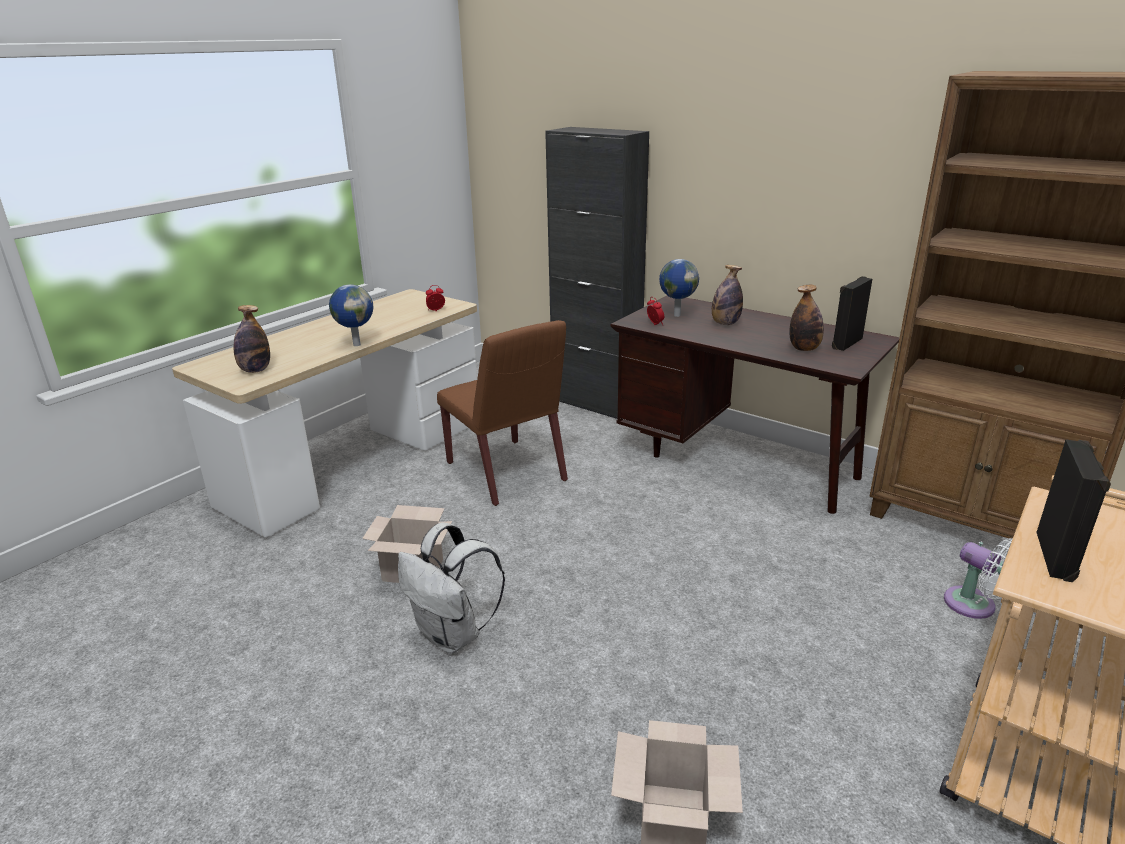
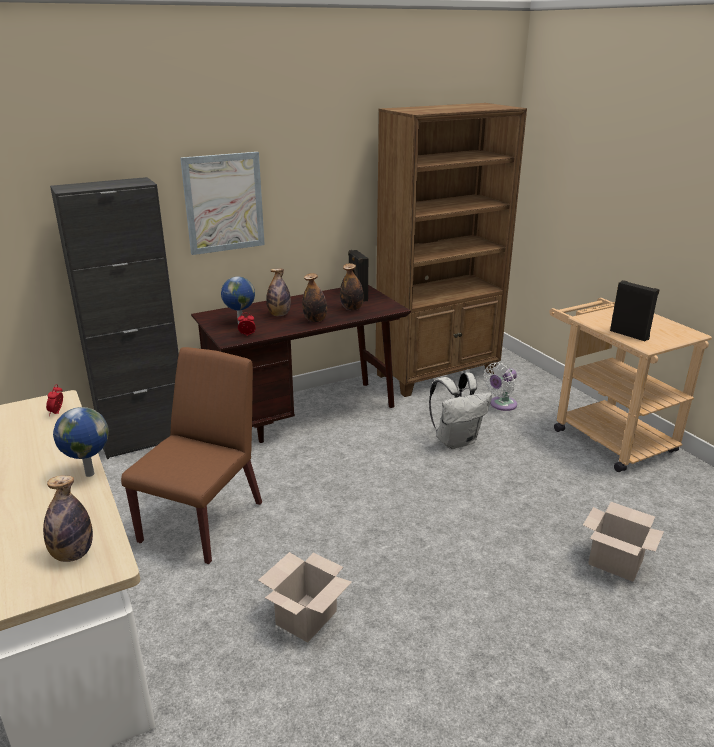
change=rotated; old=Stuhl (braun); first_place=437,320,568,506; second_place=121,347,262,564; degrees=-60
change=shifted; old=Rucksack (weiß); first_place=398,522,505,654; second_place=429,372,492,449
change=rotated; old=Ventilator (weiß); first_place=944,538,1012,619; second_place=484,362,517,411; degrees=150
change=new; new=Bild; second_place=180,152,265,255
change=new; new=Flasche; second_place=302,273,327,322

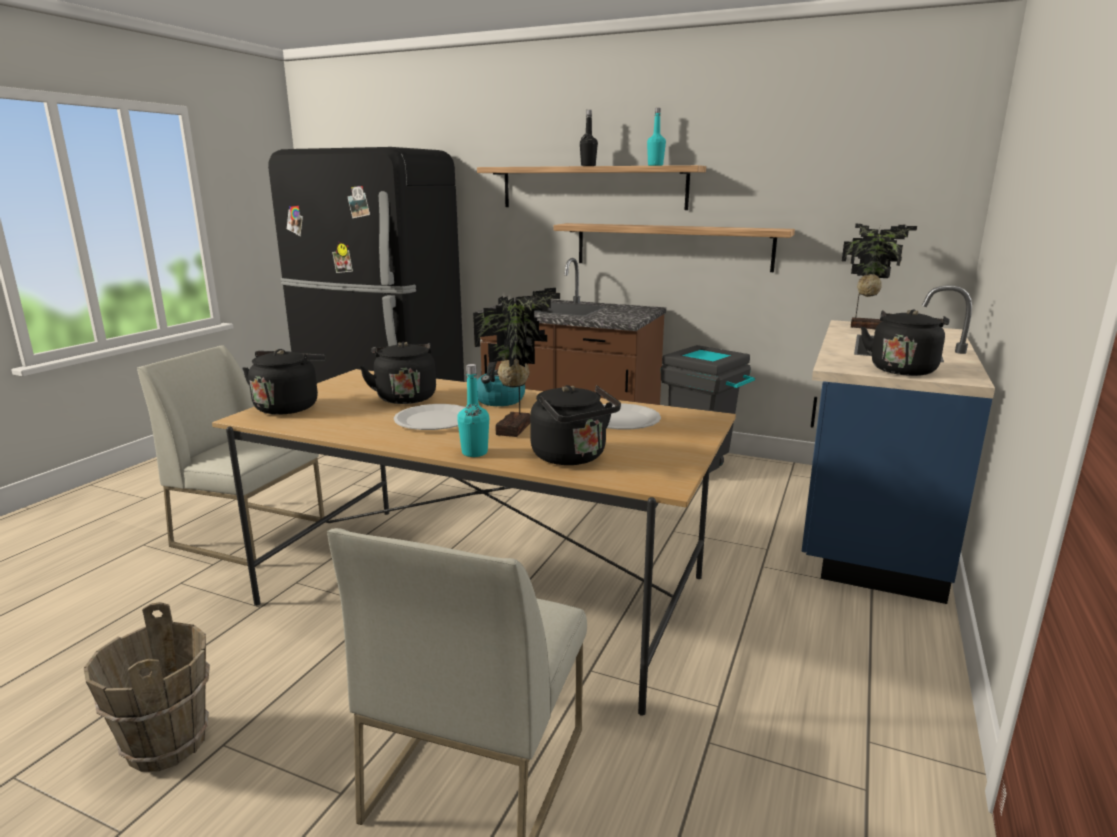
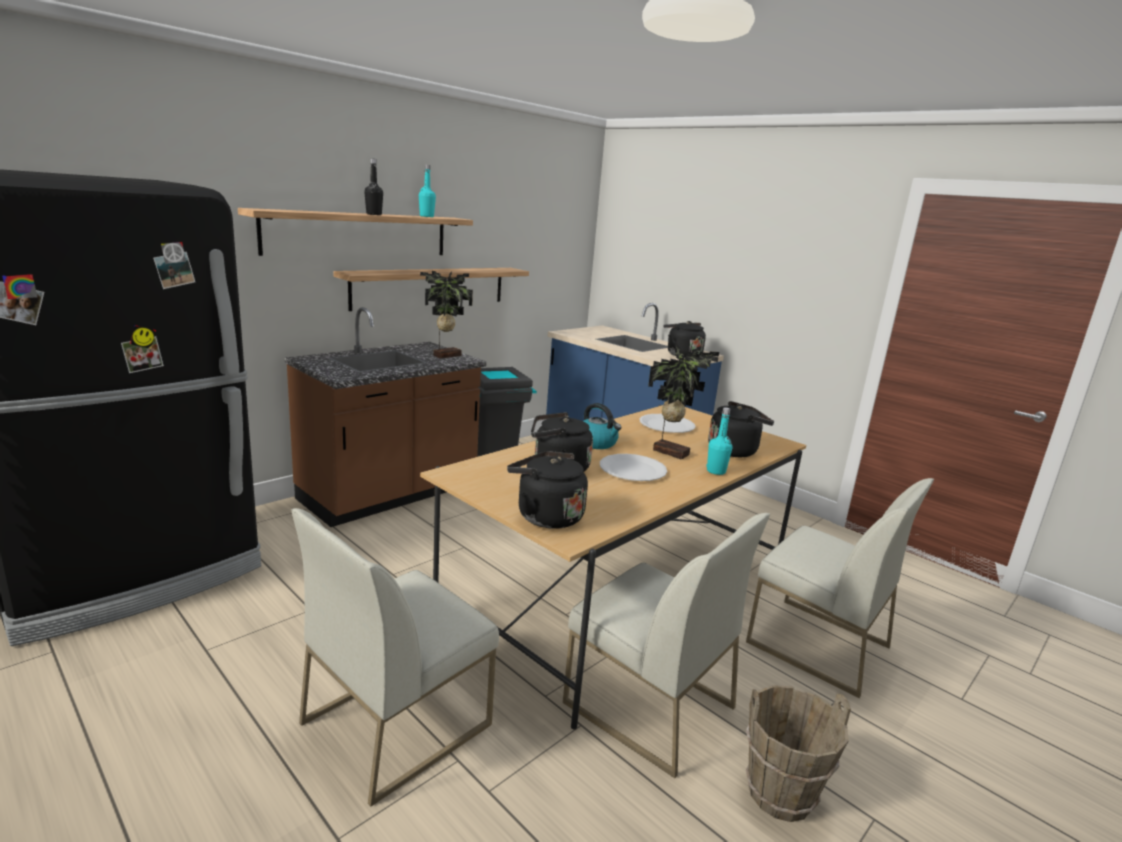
change=shifted; old=Topfpflanze; first_place=842,224,917,329; second_place=420,271,473,359
change=new; new=Stuhl (weiß); second_place=563,513,770,778

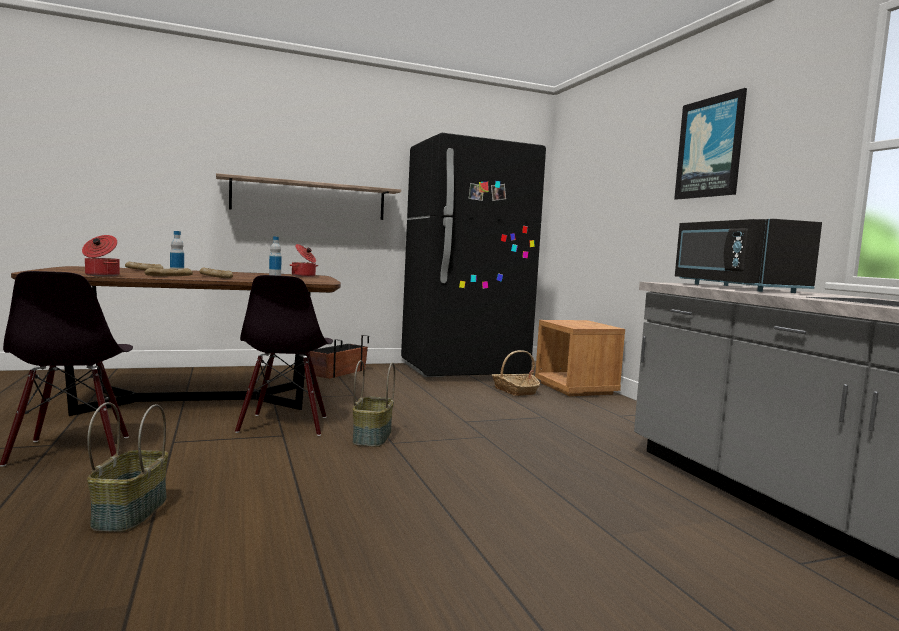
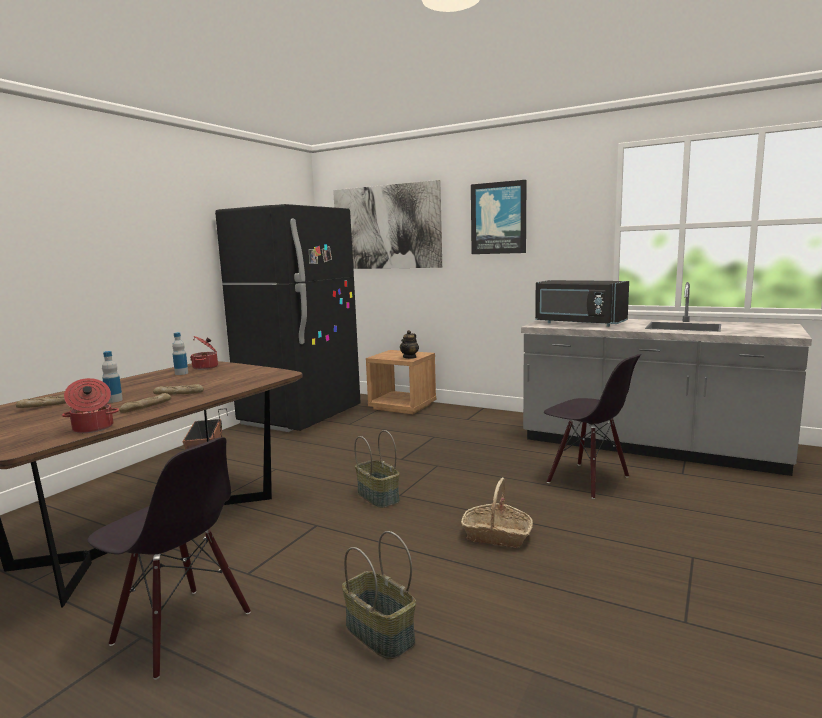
change=gone; old=Wandregal; first_place=216,173,401,220
change=shifted; old=Stuhl (schwarz); first_place=235,275,333,436; second_place=544,354,641,499
change=shifted; old=Korb; first_place=492,350,540,396; second_place=461,477,533,548
change=new; new=Bild; second_place=333,180,442,269
change=new; new=Teekanne; second_place=400,330,419,359

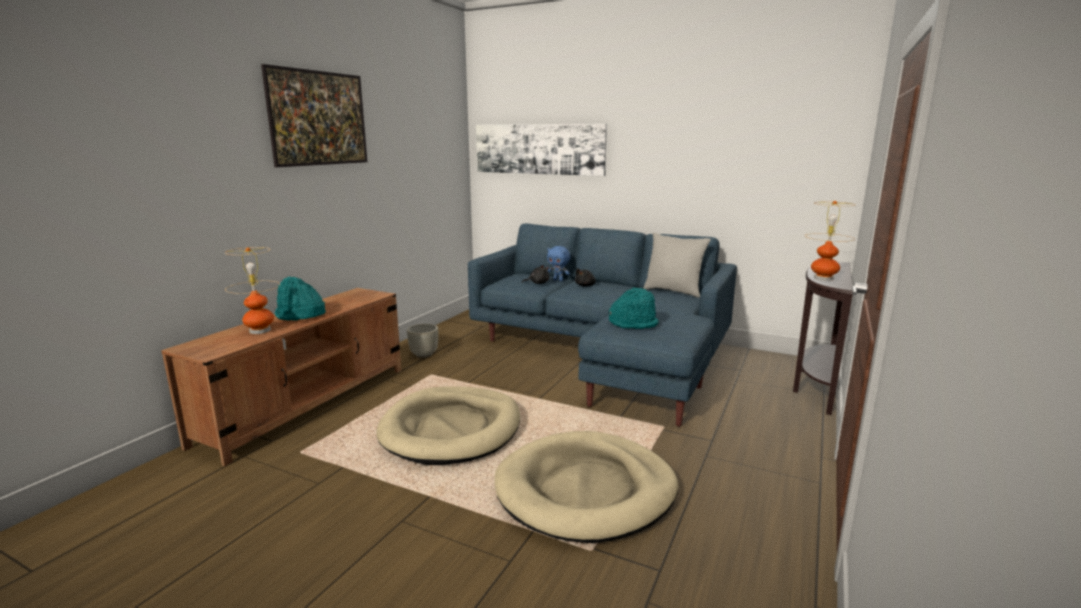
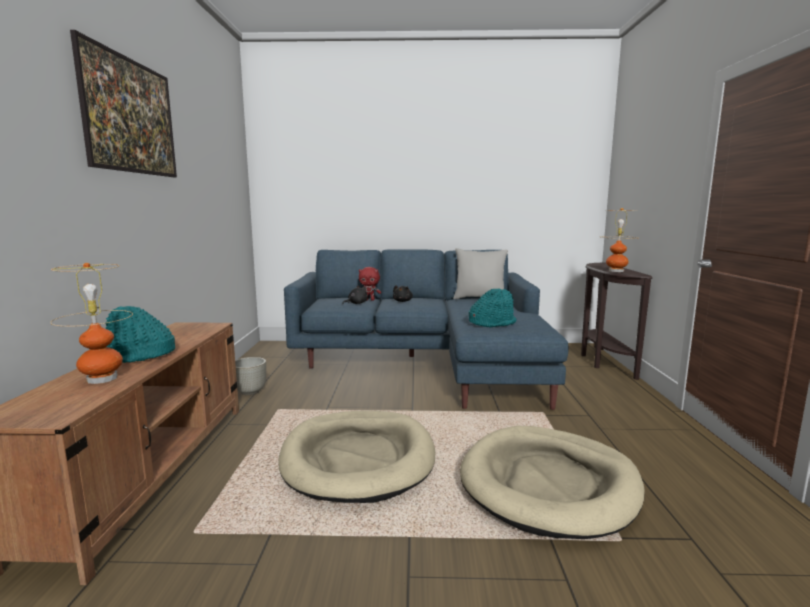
change=gone; old=Bild; first_place=476,124,607,176
change=repainted; old=Plüschtier (blau); new=Plüschtier (rot); first_place=547,246,570,281; second_place=359,267,381,301

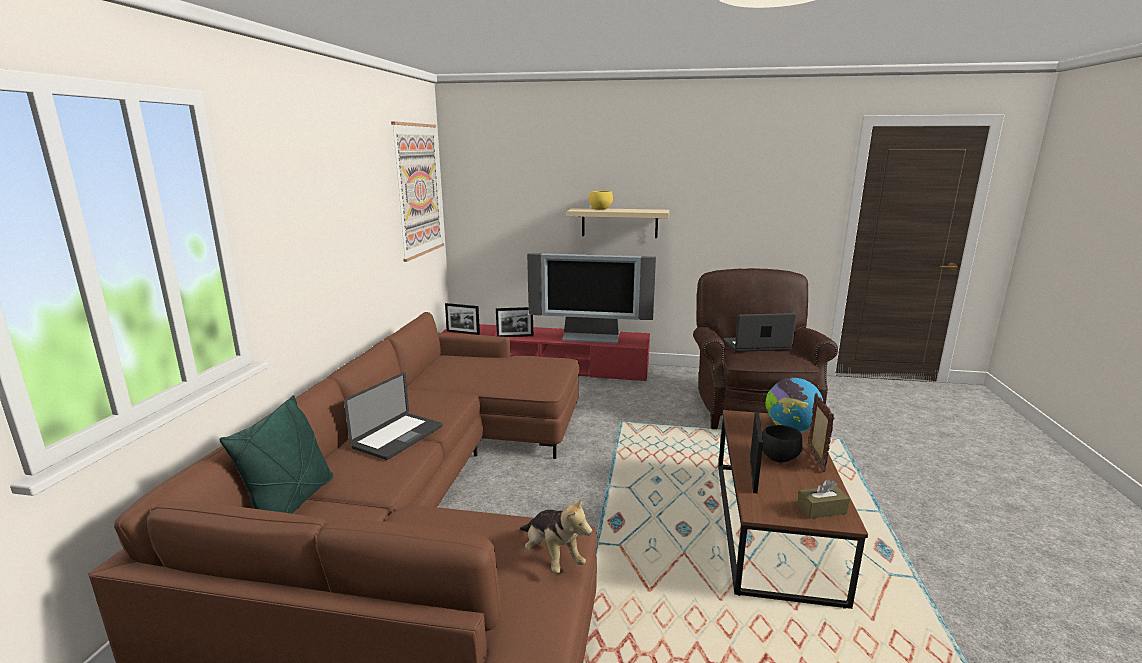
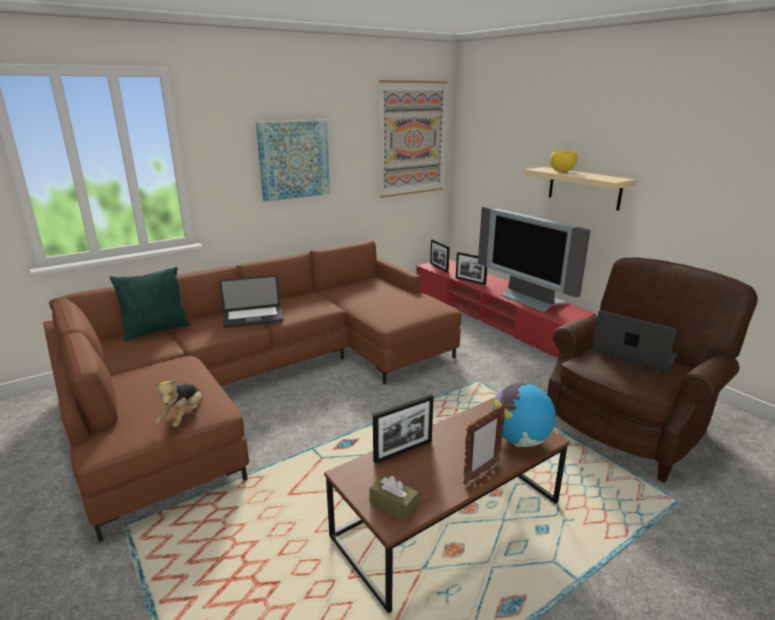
change=gone; old=Schüssel (schwarz); first_place=762,425,803,462
change=new; new=Bild; second_place=256,120,330,201

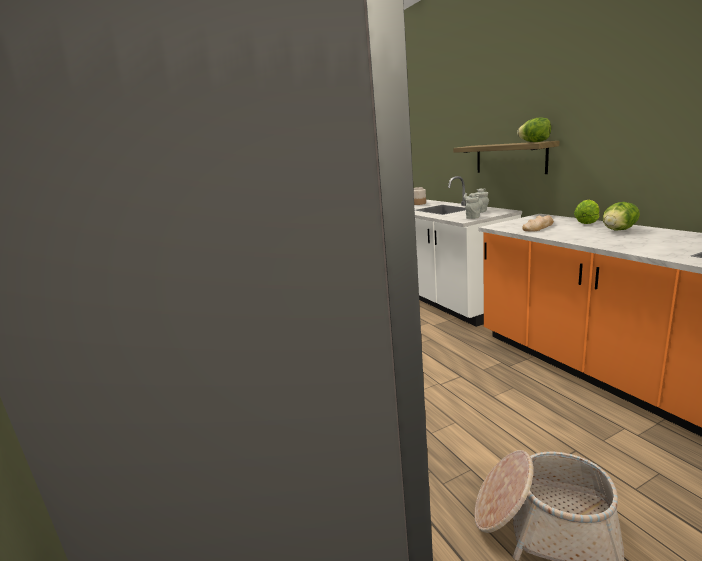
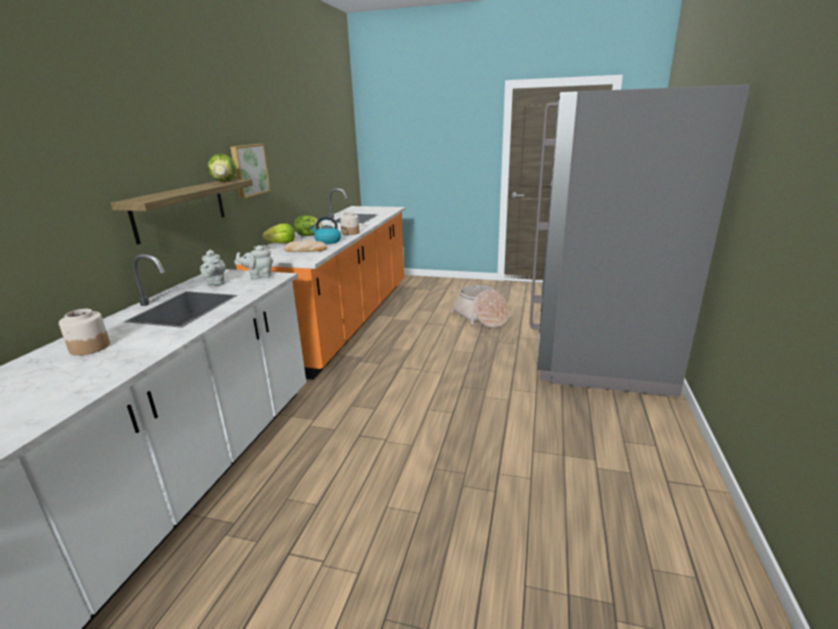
change=new; new=Bild; second_place=230,144,271,198
change=new; new=Vorratsglas; second_place=340,212,360,235
change=new; new=Wasserkessel; second_place=310,216,341,244

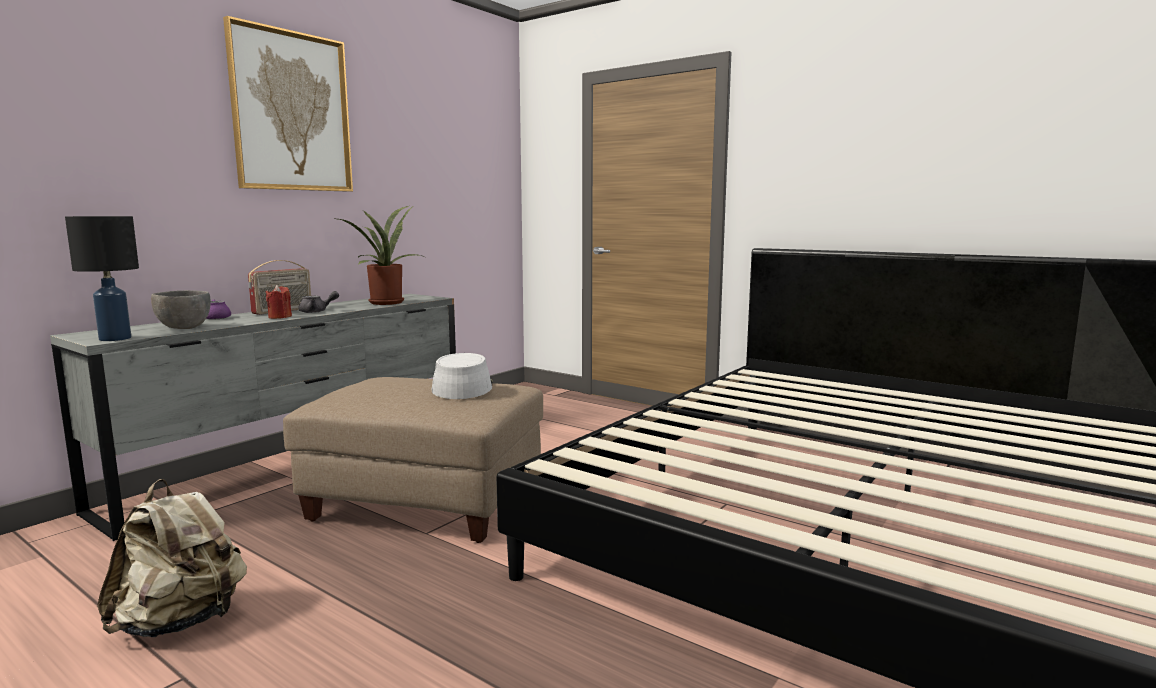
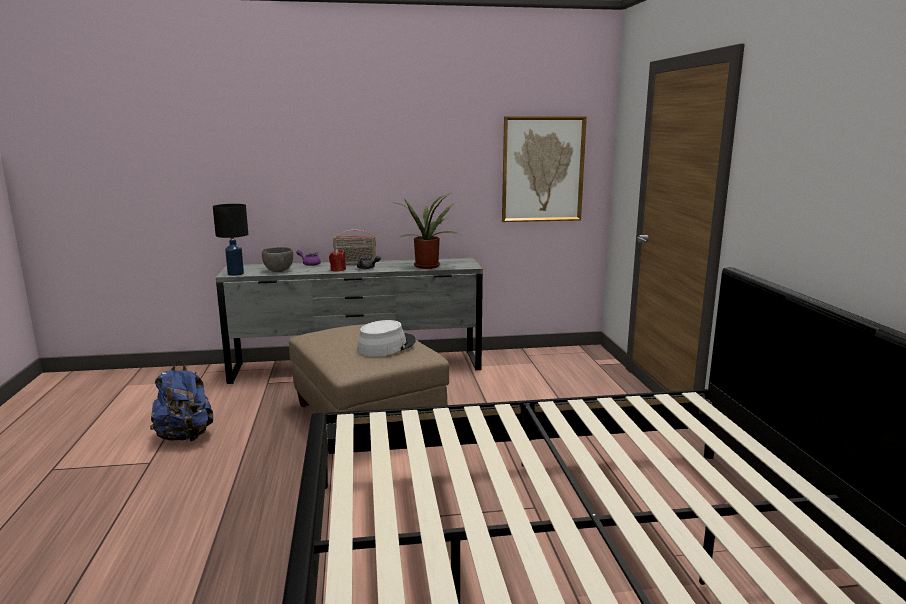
change=shifted; old=Bild; first_place=223,16,353,192; second_place=502,116,587,222
change=repainted; old=Rucksack (beige); new=Rucksack (blau); first_place=97,479,247,637; second_place=150,361,213,441

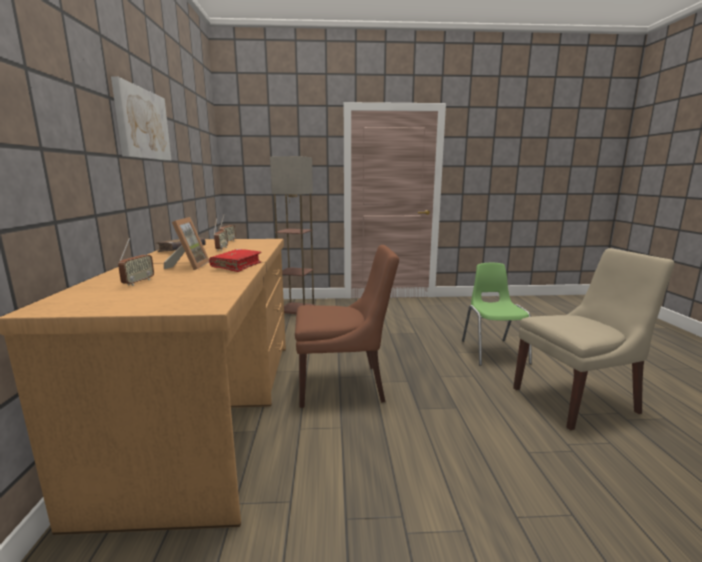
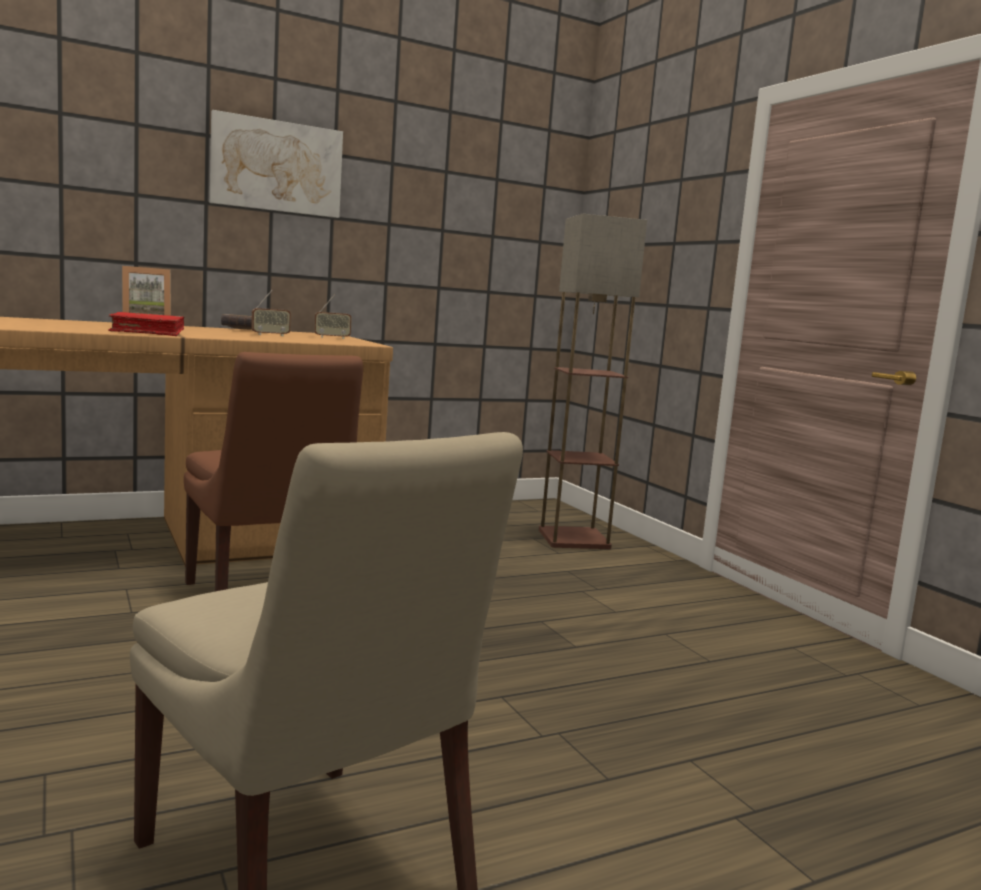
change=gone; old=Radio; first_place=118,238,154,286
change=gone; old=Stuhl (grün); first_place=462,263,532,366

